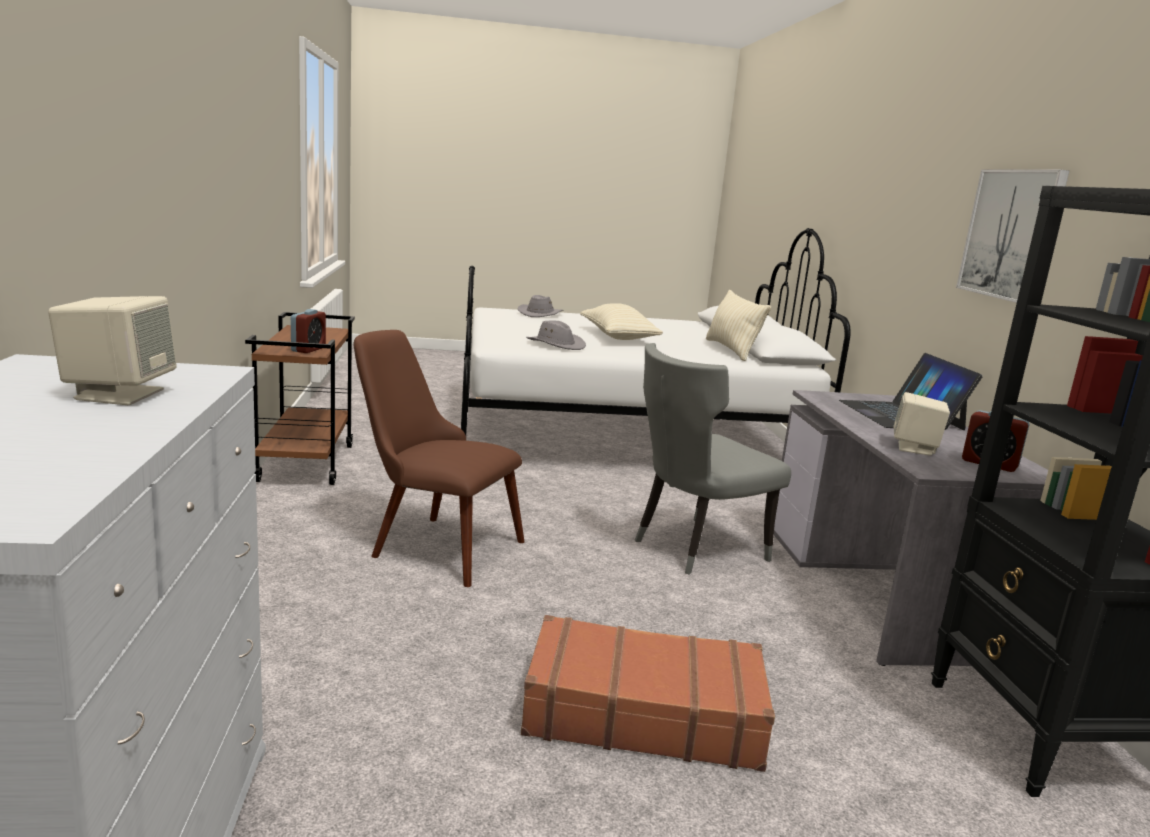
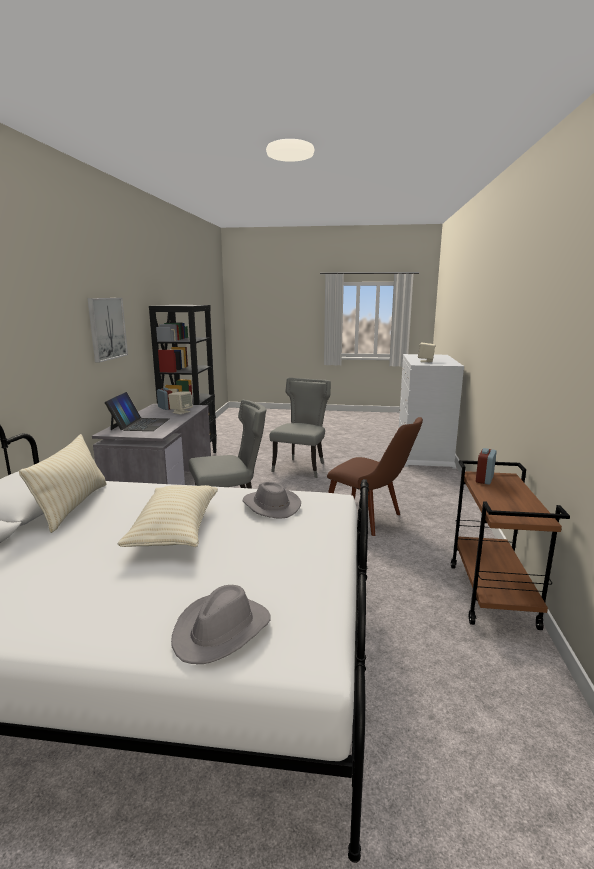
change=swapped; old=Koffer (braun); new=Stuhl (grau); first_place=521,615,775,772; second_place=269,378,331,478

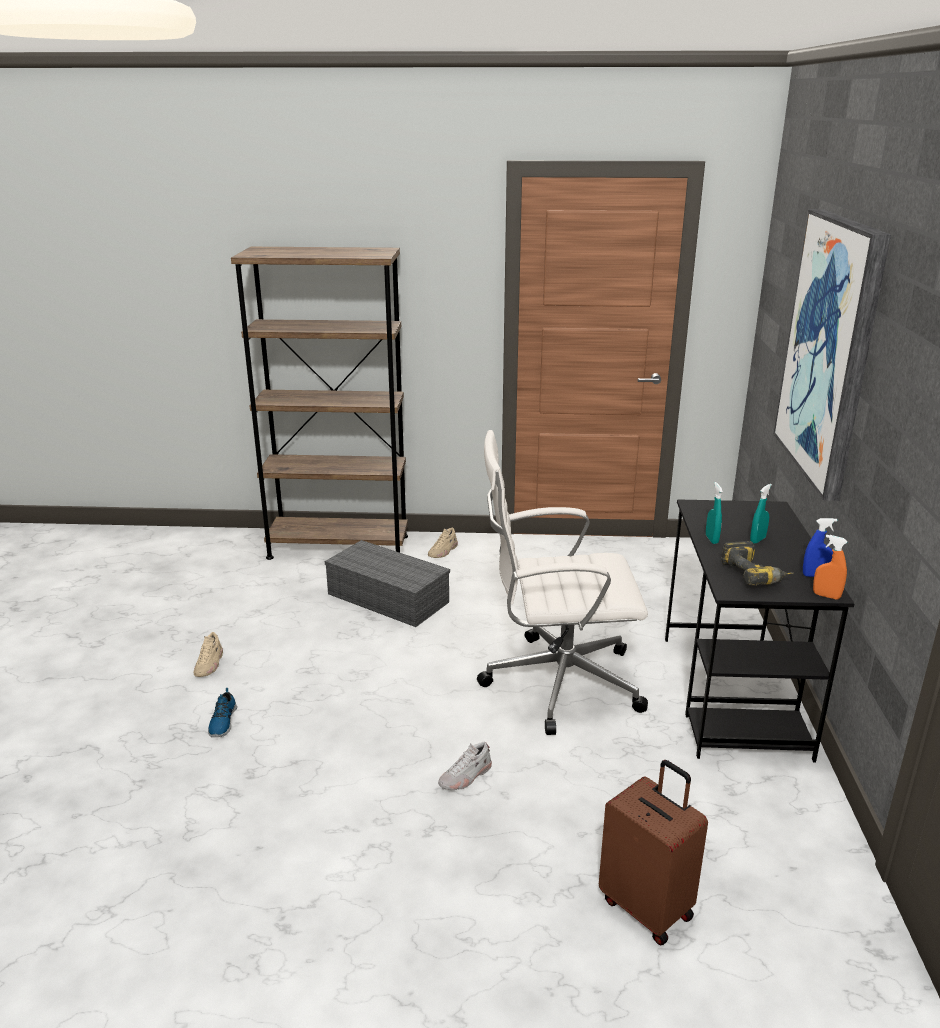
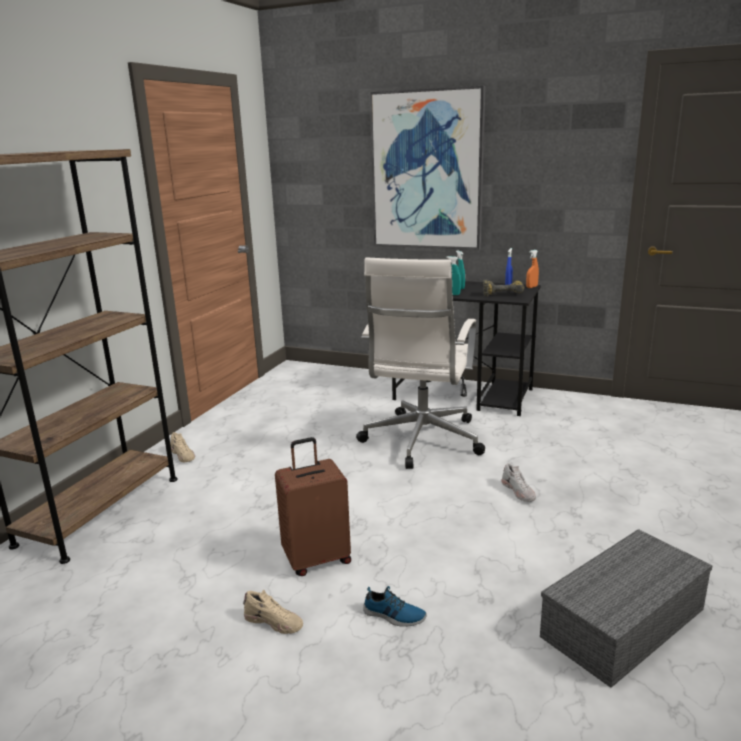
change=shifted; old=Aufbewahrungsbox (grau); first_place=325,540,450,627; second_place=540,529,713,688
change=shifted; old=Koffer (braun); first_place=599,760,708,945; second_place=275,437,351,576

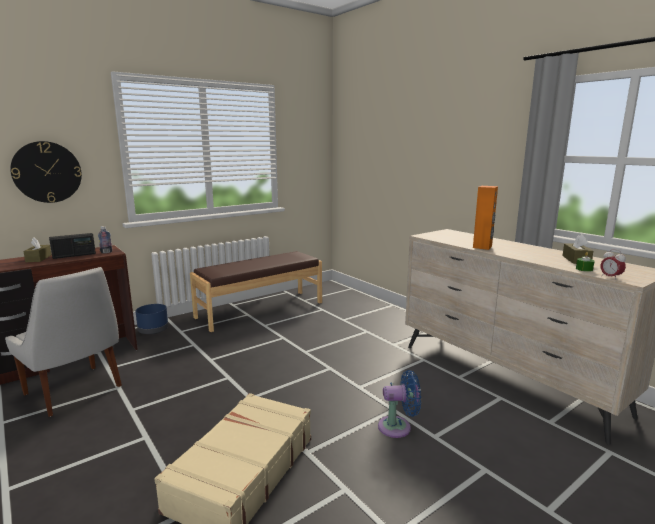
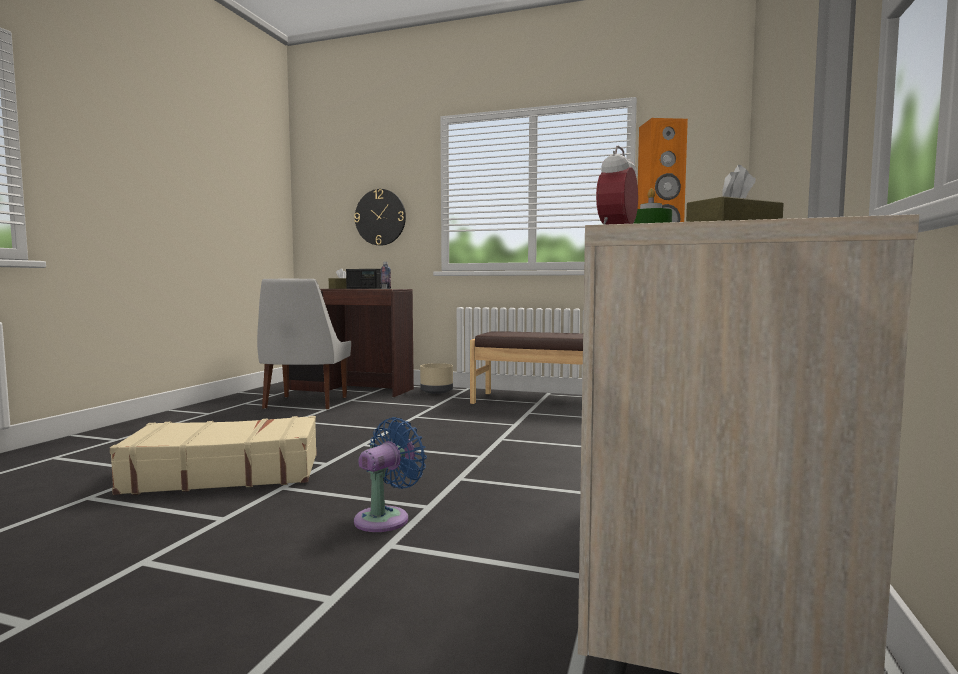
change=repainted; old=Pflanzkübel (blau); new=Pflanzkübel (beige); first_place=135,304,168,335; second_place=420,363,453,394
change=rotated; old=Ventilator (blau); first_place=378,370,421,438; second_place=354,417,427,532; degrees=-105

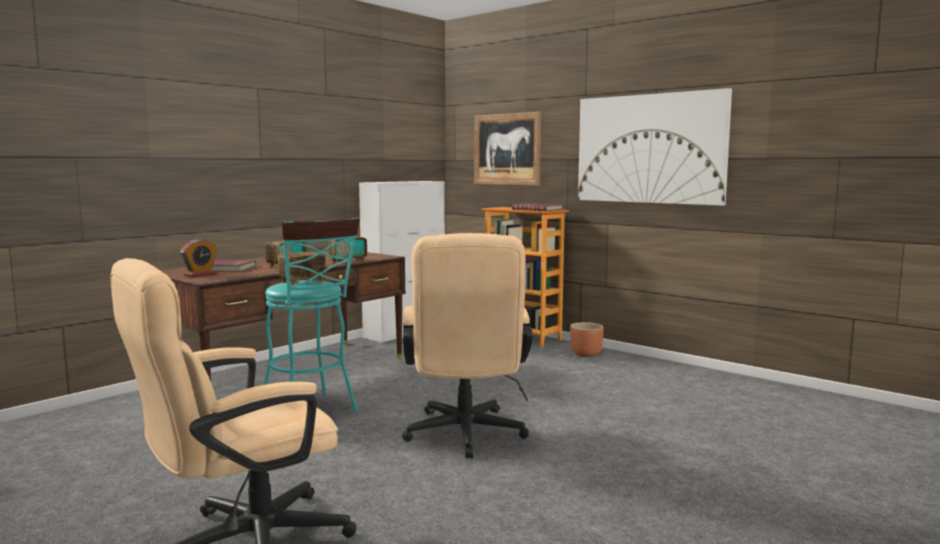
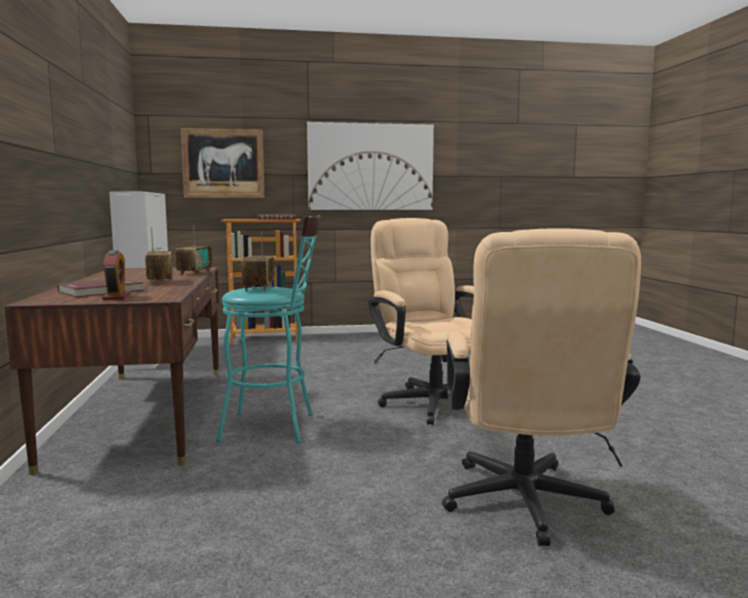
change=rotated; old=Bürostuhl (beige); first_place=402,233,533,458; second_place=368,218,474,425; degrees=-150
change=gone; old=Pflanzkübel (braun); first_place=570,322,604,357

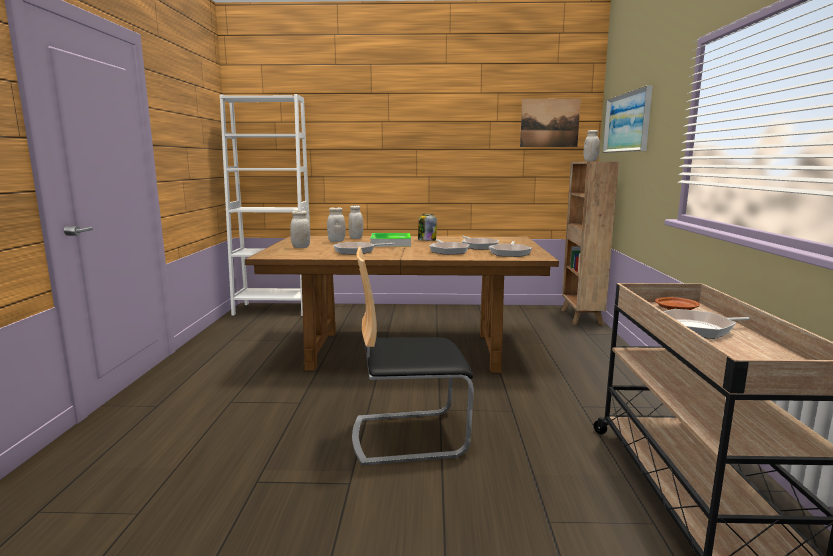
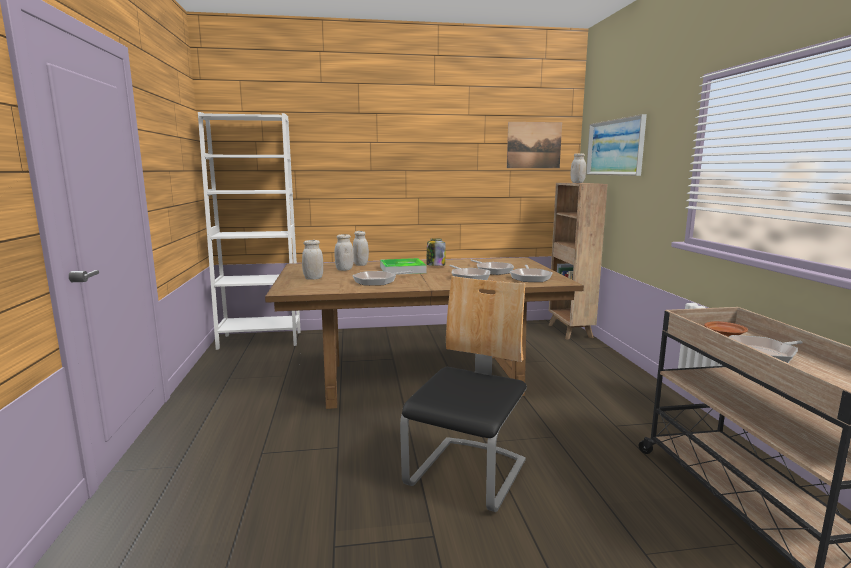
change=rotated; old=Stuhl; first_place=352,247,474,466; second_place=400,276,527,512; degrees=135

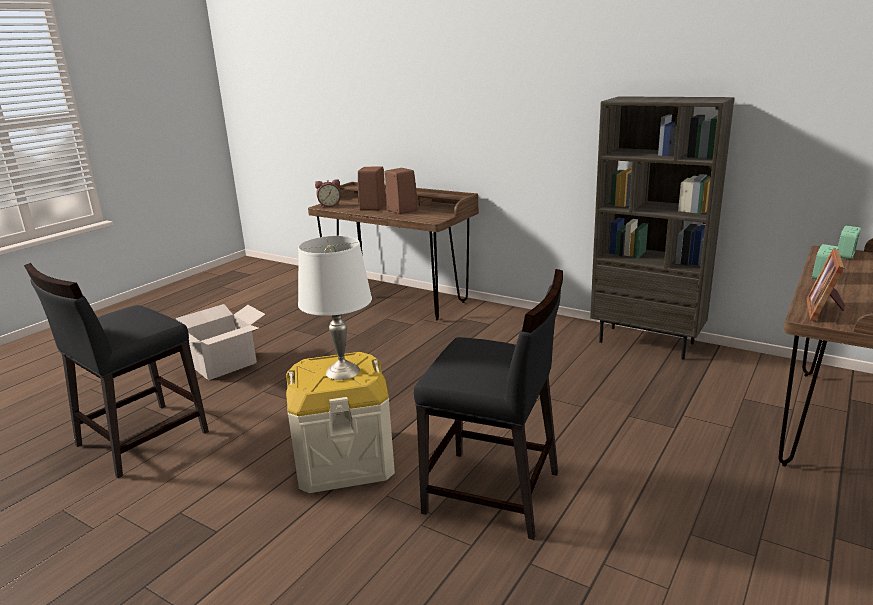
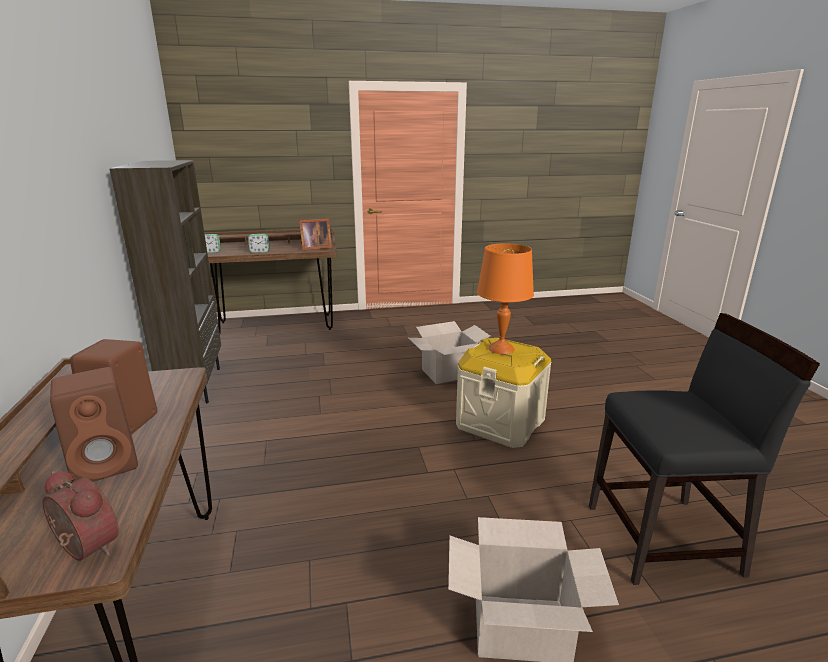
change=repainted; old=Tischlampe (weiß); new=Tischlampe (orange); first_place=298,236,372,380; second_place=477,243,534,354
change=swapped; old=Stuhl (schwarz); new=Karton; first_place=414,269,563,540; second_place=409,321,490,384

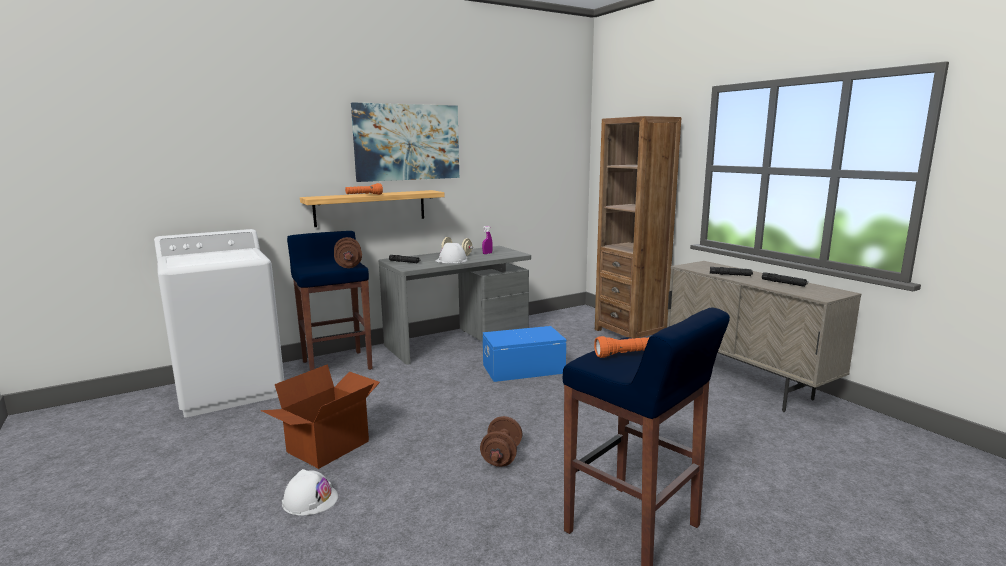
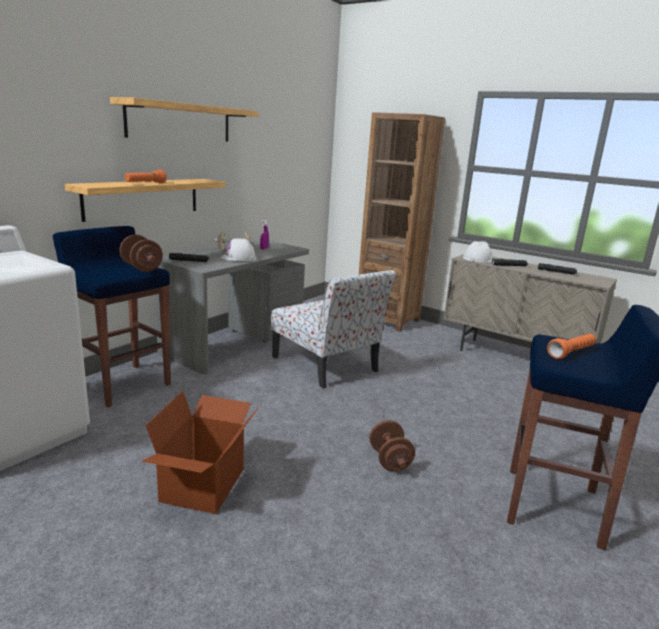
change=swapped; old=Bild; new=Wandregal; first_place=351,102,459,182; second_place=110,97,259,141
change=swapped; old=Aufbewahrungsbox (blau); new=Stuhl; first_place=483,326,566,382; second_place=271,270,396,389
change=shifted; old=Schutzhelm (weiß); first_place=282,469,338,515; second_place=463,241,493,262

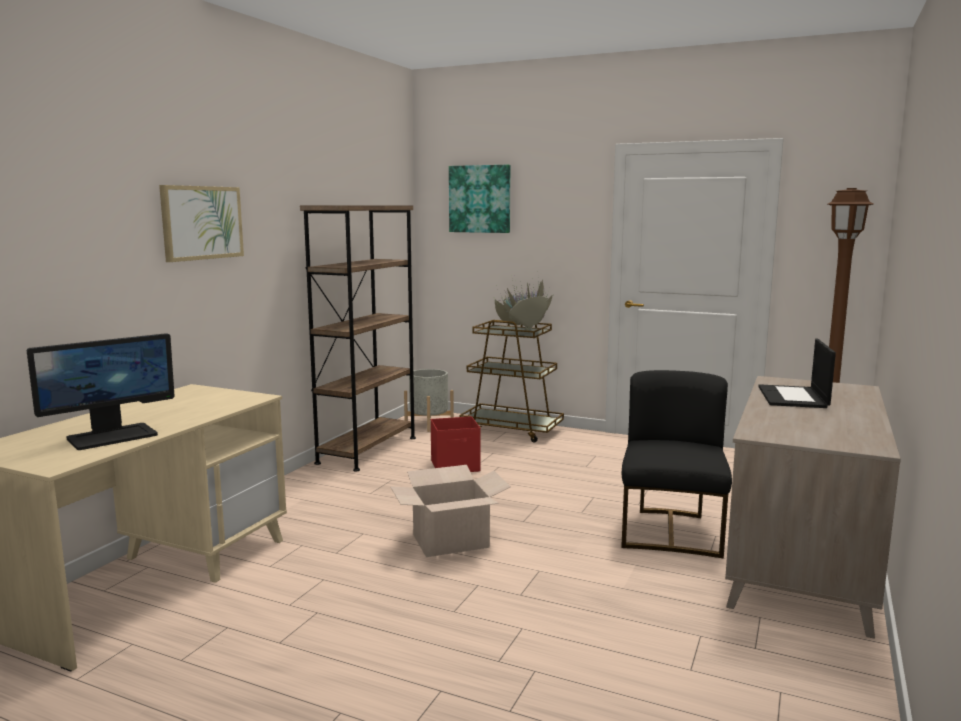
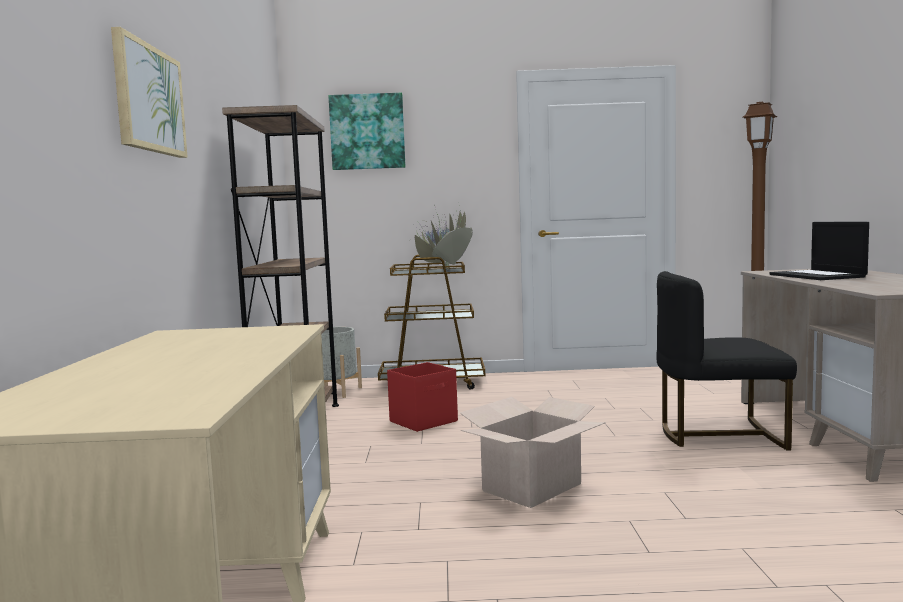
change=gone; old=Monitor; first_place=27,333,175,450
change=rotated; old=Stuhl (schwarz); first_place=621,370,732,558; second_place=657,271,797,451; degrees=-75

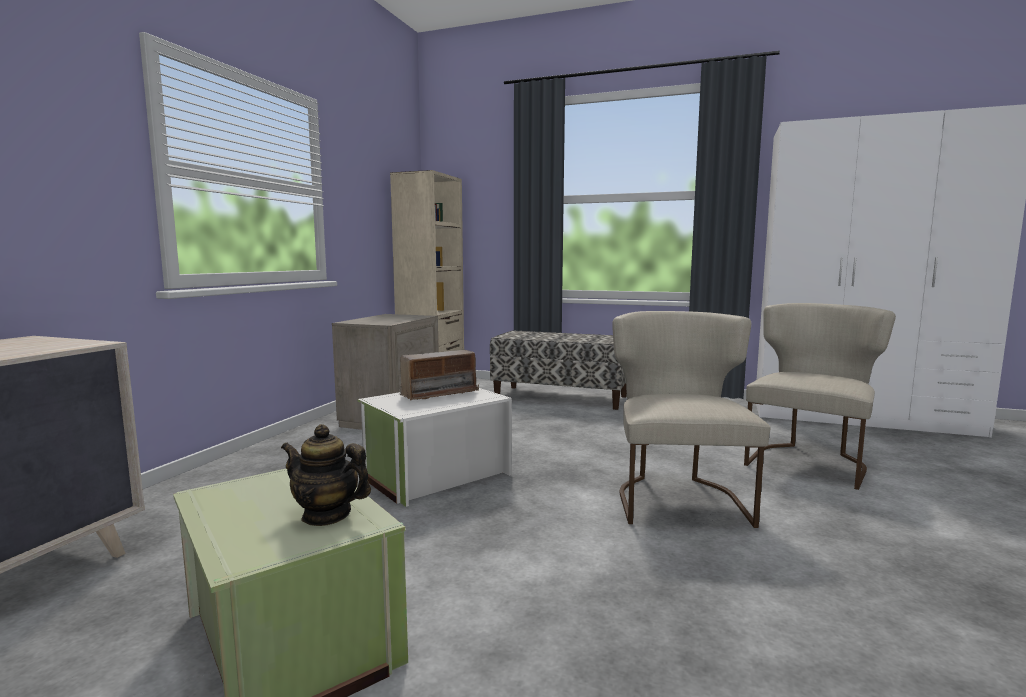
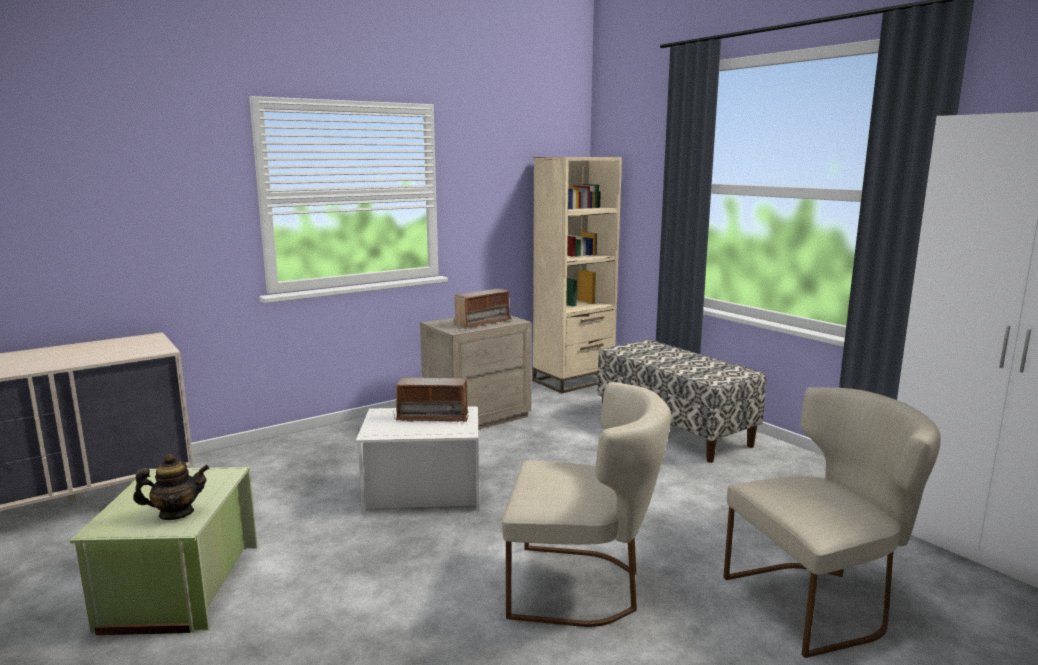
change=rotated; old=Stuhl (beige); first_place=612,311,770,528; second_place=502,382,671,627; degrees=60
change=rotated; old=Teekanne; first_place=281,424,371,526; second_place=133,454,209,520; degrees=105
change=new; new=Radio; second_place=454,288,511,328

